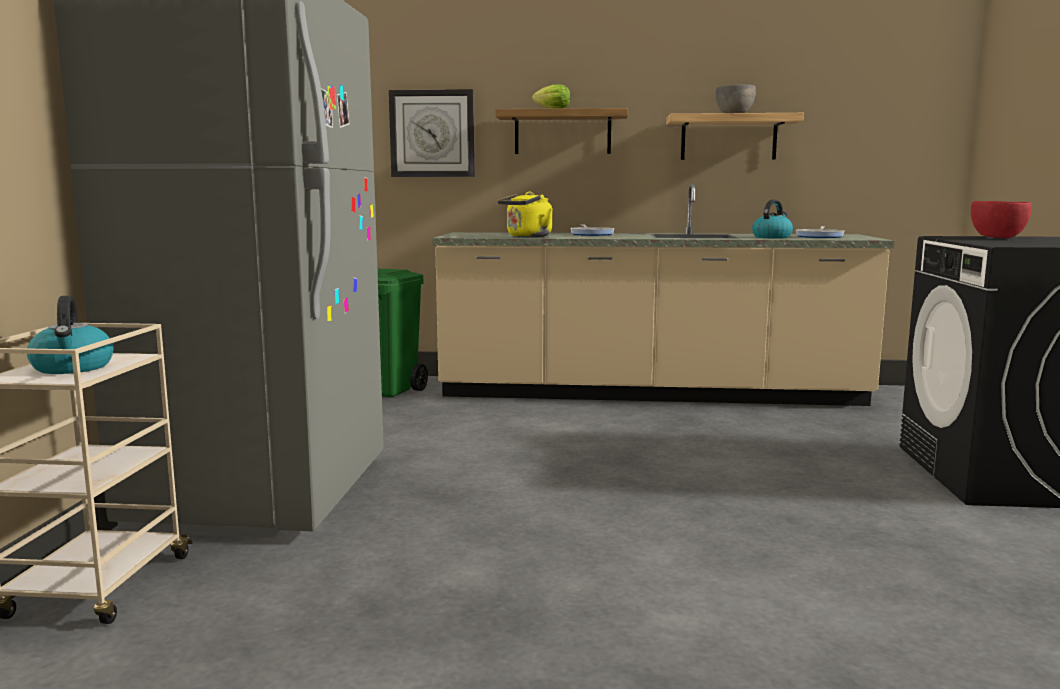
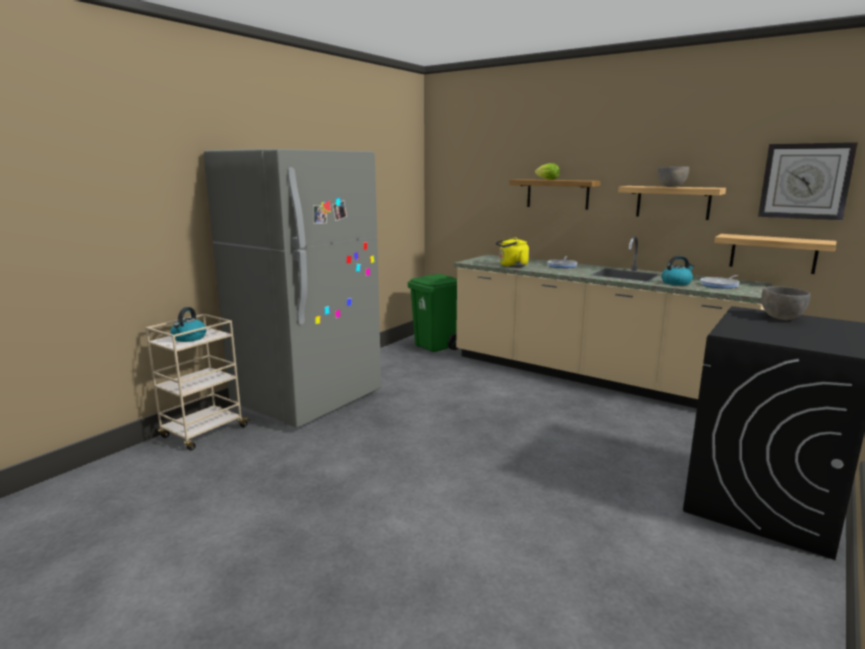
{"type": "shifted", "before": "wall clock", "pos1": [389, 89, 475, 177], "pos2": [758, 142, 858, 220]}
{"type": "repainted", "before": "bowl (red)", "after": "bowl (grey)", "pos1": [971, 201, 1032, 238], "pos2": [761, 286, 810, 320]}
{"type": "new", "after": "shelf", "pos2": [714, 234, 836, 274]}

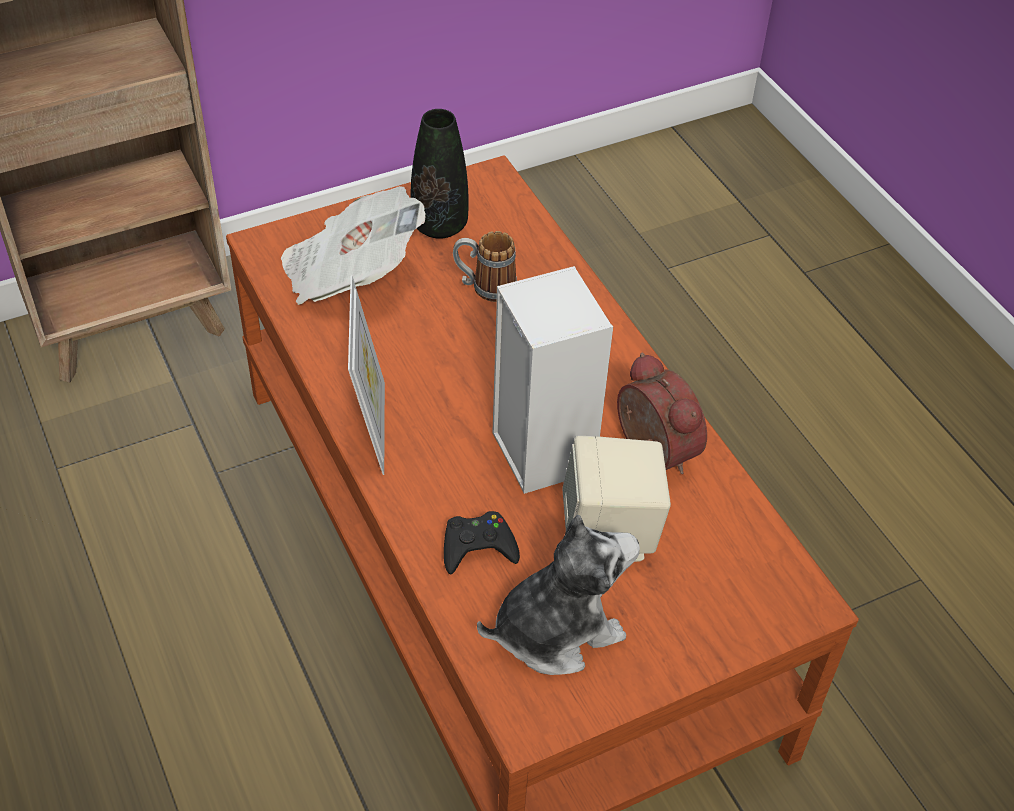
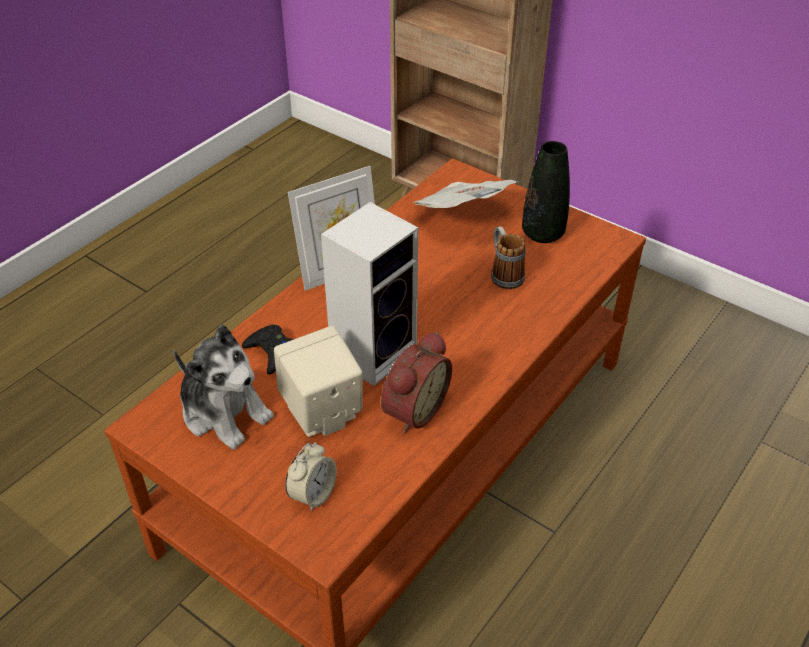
{"type": "new", "after": "alarm clock", "pos2": [285, 443, 337, 512]}

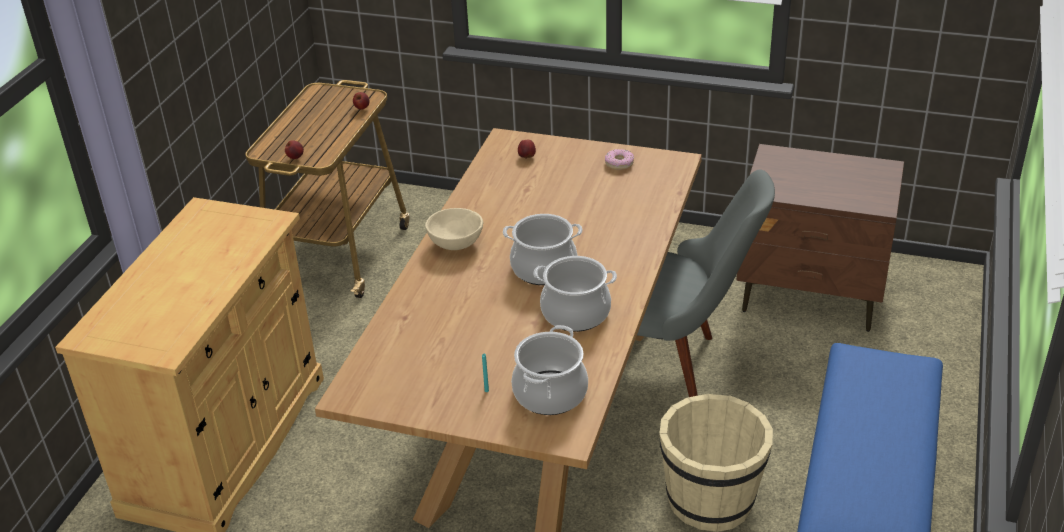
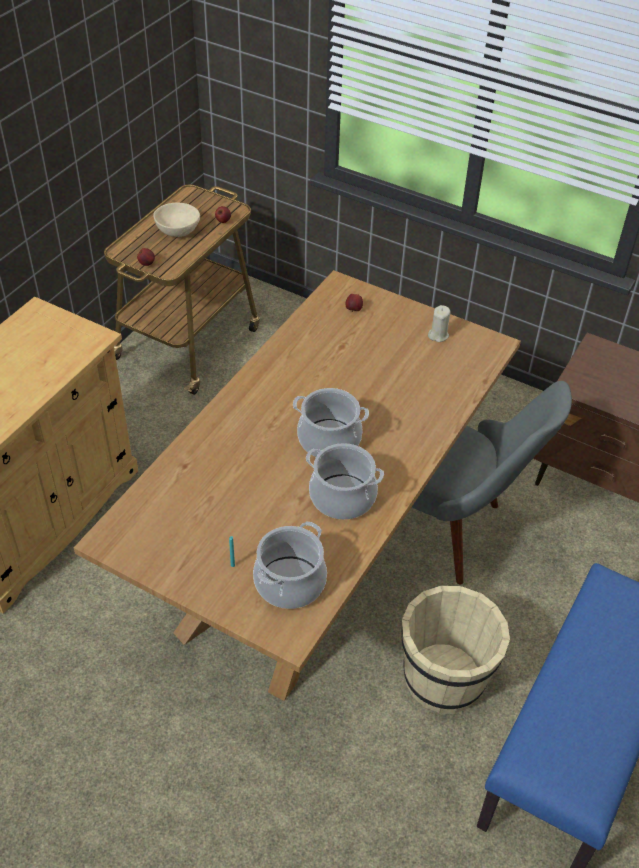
{"type": "swapped", "before": "donut", "after": "candle (beige)", "pos1": [605, 149, 634, 170], "pos2": [428, 305, 450, 342]}
{"type": "shifted", "before": "bowl (beige)", "pos1": [425, 208, 483, 250], "pos2": [153, 203, 200, 237]}

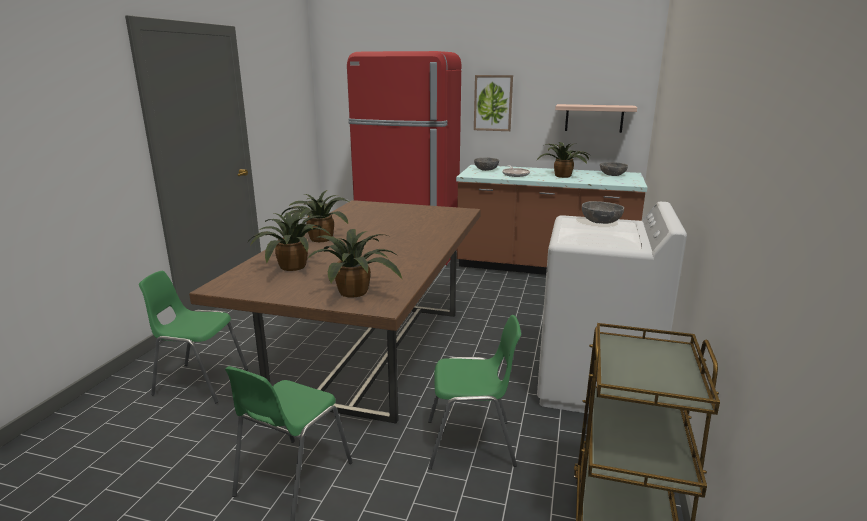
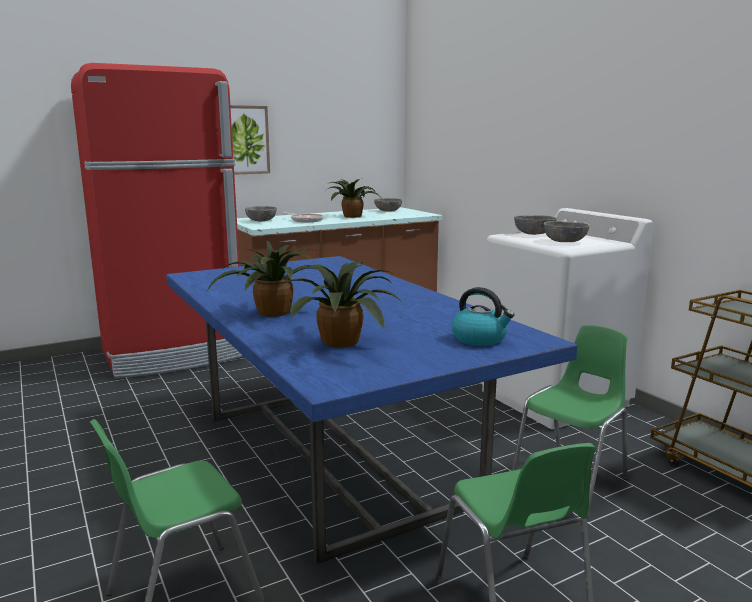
{"type": "gone", "before": "shelf", "pos1": [555, 104, 637, 133]}
{"type": "repainted", "before": "dining table (brown)", "after": "dining table (blue)", "pos1": [189, 200, 481, 424], "pos2": [166, 256, 577, 564]}
{"type": "swapped", "before": "potted plant", "after": "kettle", "pos1": [308, 229, 402, 298], "pos2": [451, 287, 514, 346]}
{"type": "new", "after": "bowl (grey)", "pos2": [544, 221, 589, 242]}

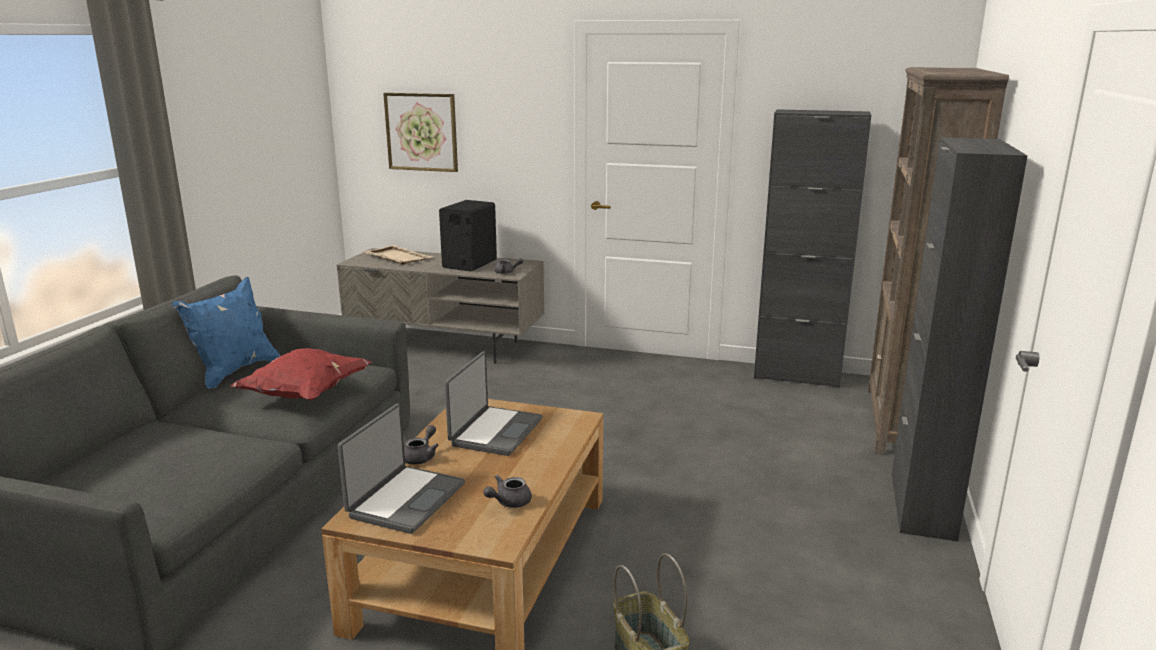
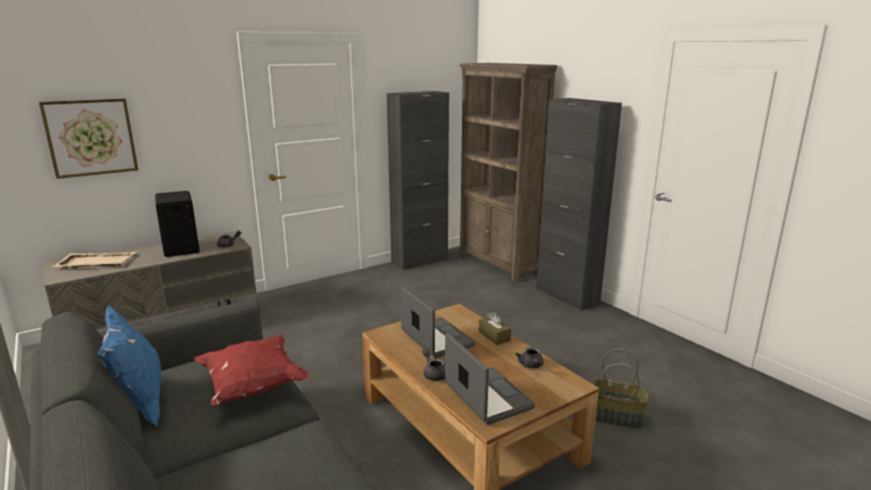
{"type": "new", "after": "tissue box (brown)", "pos2": [479, 312, 511, 345]}

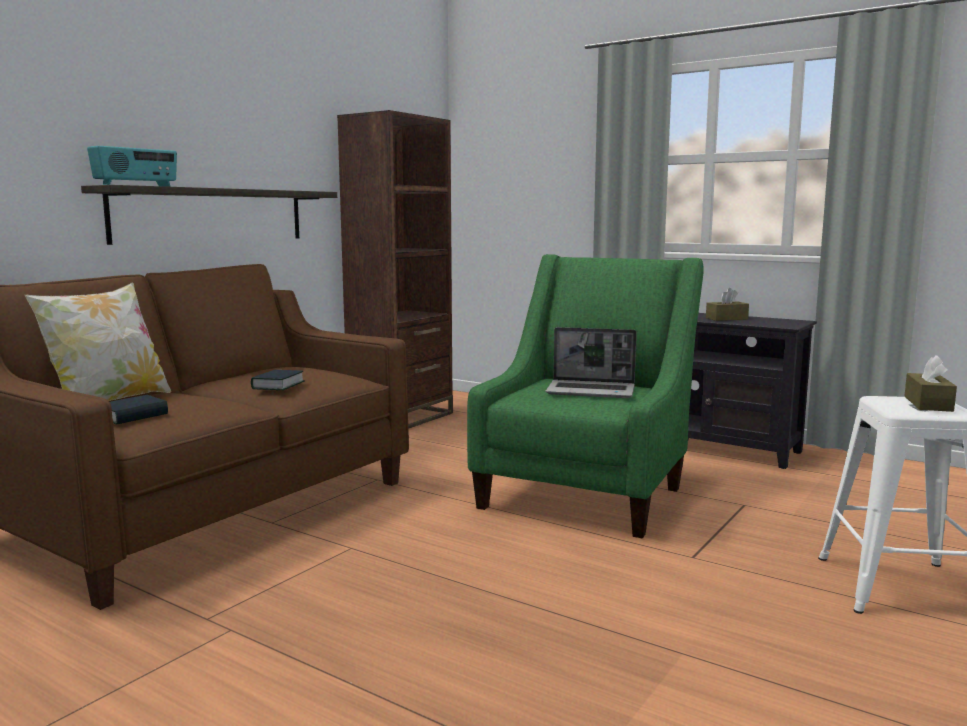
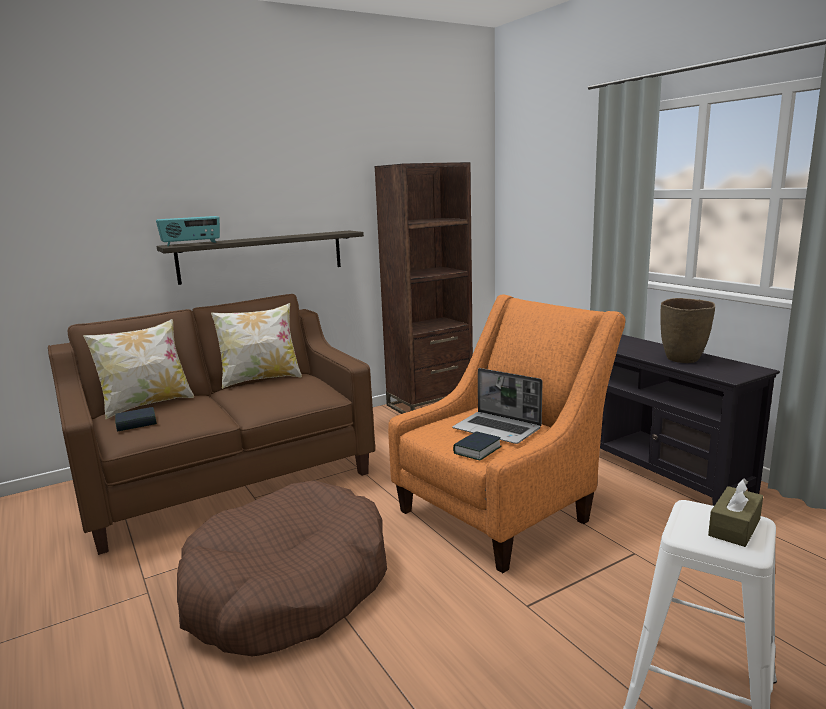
{"type": "repainted", "before": "armchair (green)", "after": "armchair (orange)", "pos1": [467, 254, 704, 538], "pos2": [388, 295, 625, 573]}
{"type": "swapped", "before": "tissue box (brown)", "after": "vase (brown)", "pos1": [706, 288, 749, 321], "pos2": [660, 298, 715, 363]}
{"type": "shifted", "before": "book", "pos1": [251, 370, 305, 390], "pos2": [453, 431, 502, 460]}
{"type": "new", "after": "pillow", "pos2": [211, 303, 302, 389]}
{"type": "new", "after": "dog bed (brown)", "pos2": [177, 480, 387, 657]}

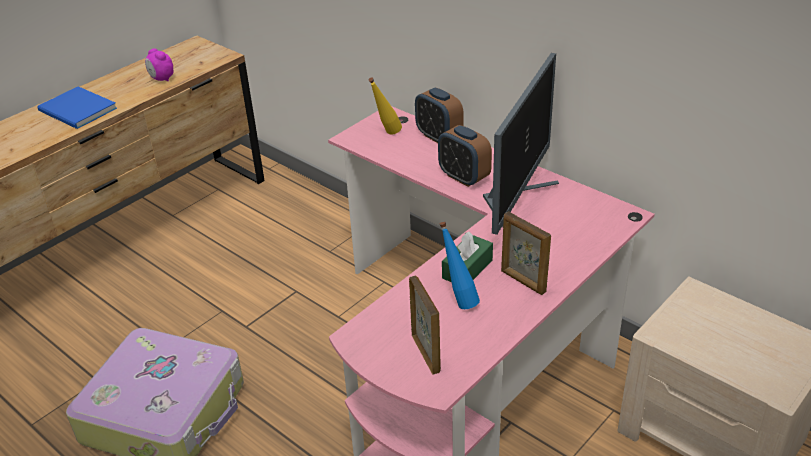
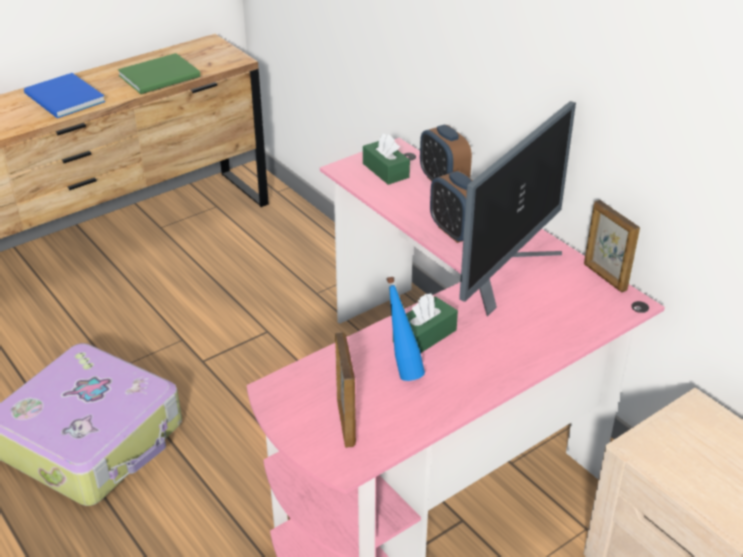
{"type": "swapped", "before": "alarm clock", "after": "book (green)", "pos1": [145, 48, 173, 81], "pos2": [118, 53, 200, 94]}
{"type": "swapped", "before": "bottle (yellow)", "after": "tissue box (green)", "pos1": [368, 78, 402, 135], "pos2": [363, 134, 410, 185]}
{"type": "shifted", "before": "picture frame", "pos1": [501, 211, 551, 295], "pos2": [584, 200, 640, 292]}

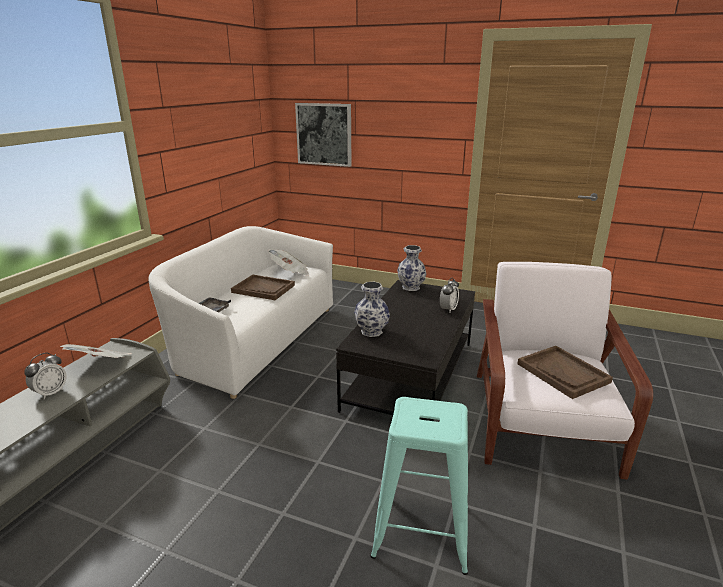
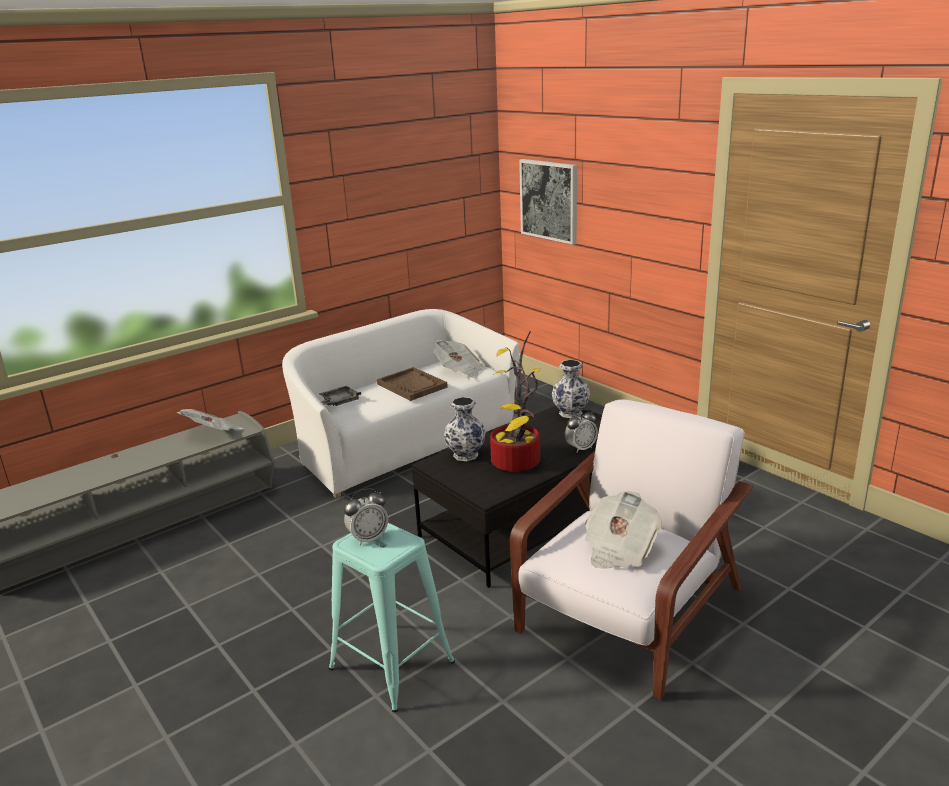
{"type": "swapped", "before": "tray (brown)", "after": "newspaper", "pos1": [518, 346, 613, 399], "pos2": [585, 491, 662, 569]}
{"type": "shifted", "before": "alarm clock", "pos1": [24, 353, 67, 400], "pos2": [344, 488, 388, 546]}
{"type": "new", "after": "potted plant", "pos2": [490, 331, 541, 471]}

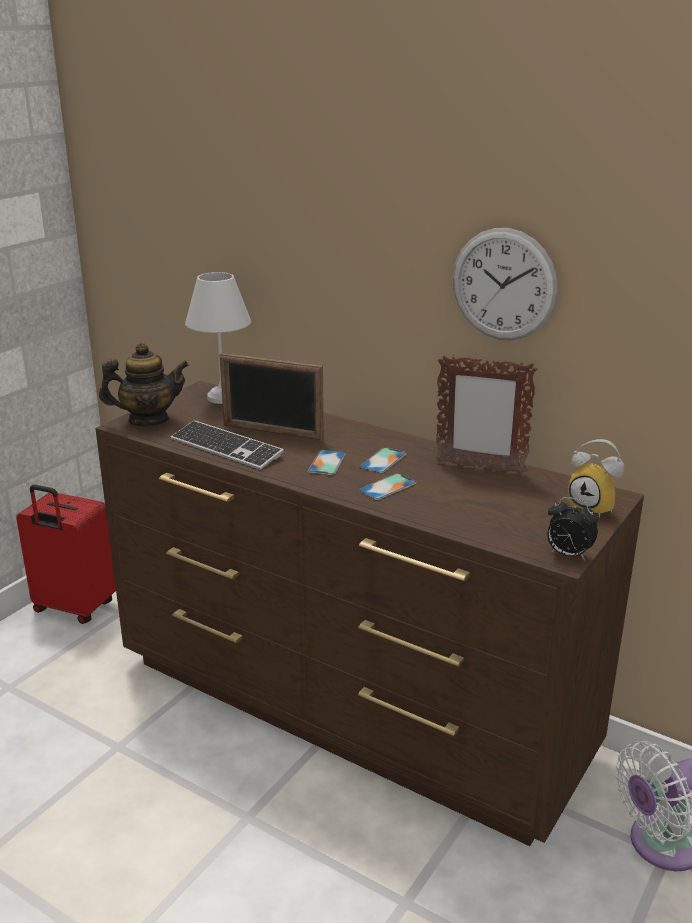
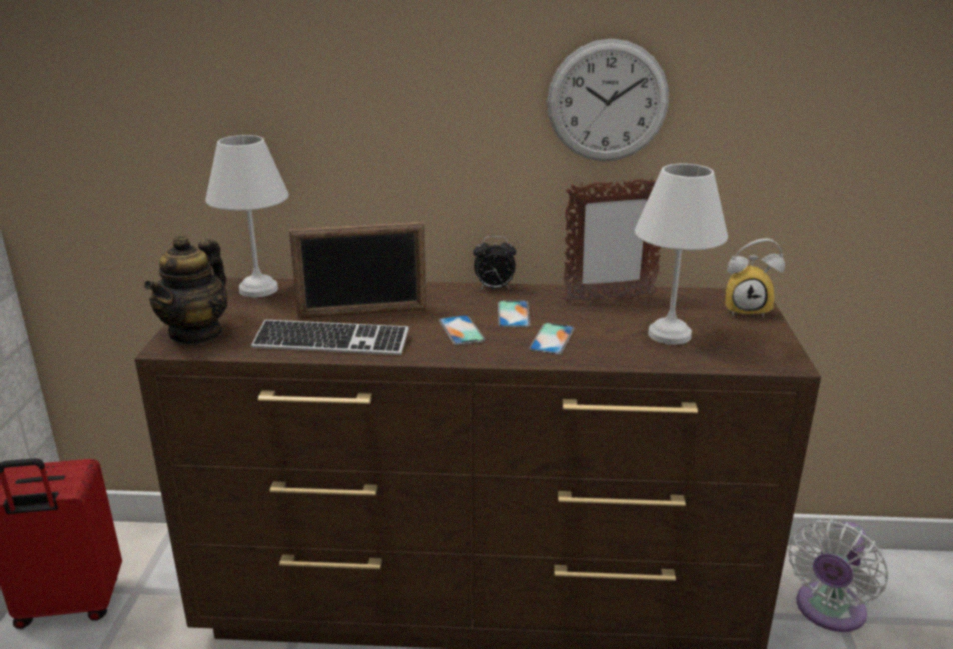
{"type": "rotated", "before": "teapot", "pos1": [99, 342, 189, 426], "pos2": [144, 234, 228, 345], "turn": 150}
{"type": "shifted", "before": "alarm clock", "pos1": [547, 497, 598, 561], "pos2": [473, 236, 516, 290]}
{"type": "new", "after": "table lamp (white)", "pos2": [635, 164, 728, 345]}

